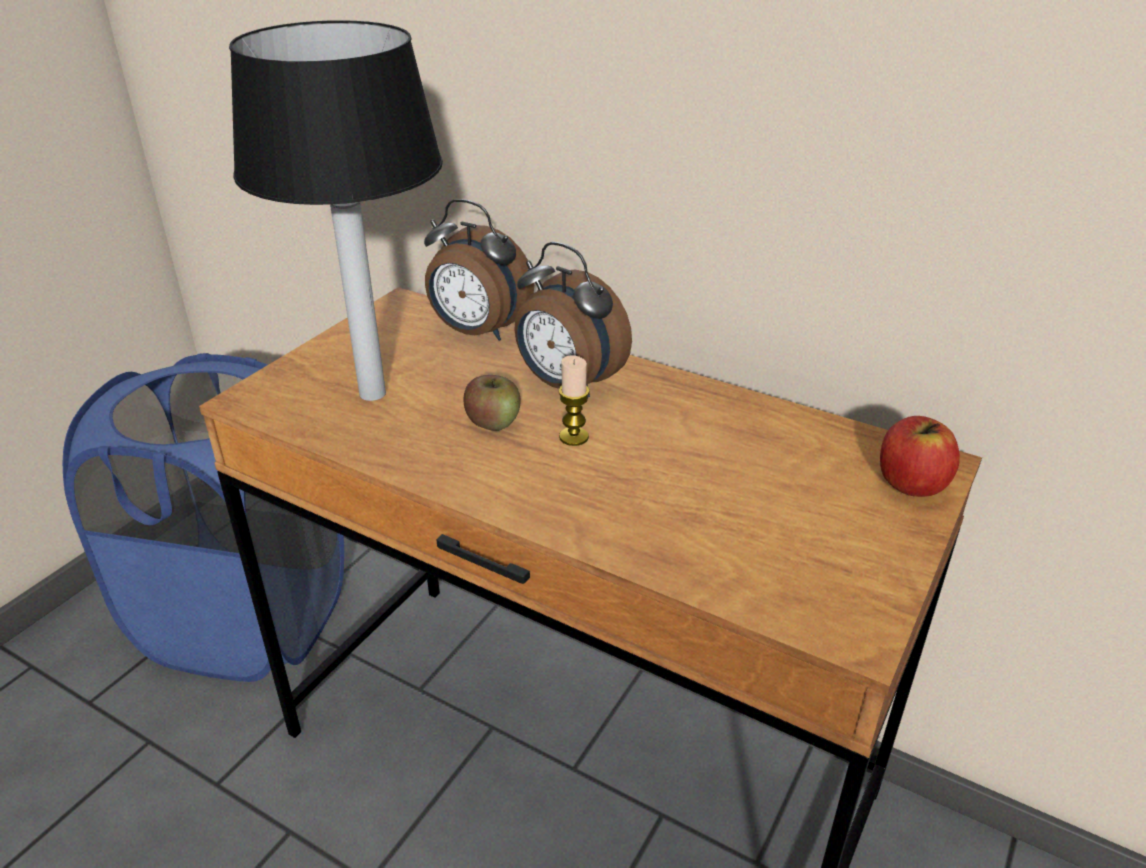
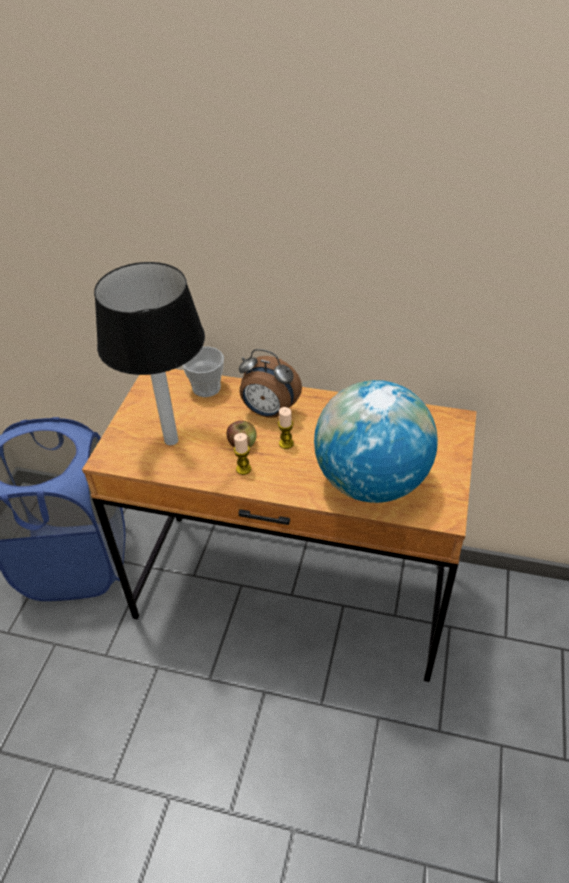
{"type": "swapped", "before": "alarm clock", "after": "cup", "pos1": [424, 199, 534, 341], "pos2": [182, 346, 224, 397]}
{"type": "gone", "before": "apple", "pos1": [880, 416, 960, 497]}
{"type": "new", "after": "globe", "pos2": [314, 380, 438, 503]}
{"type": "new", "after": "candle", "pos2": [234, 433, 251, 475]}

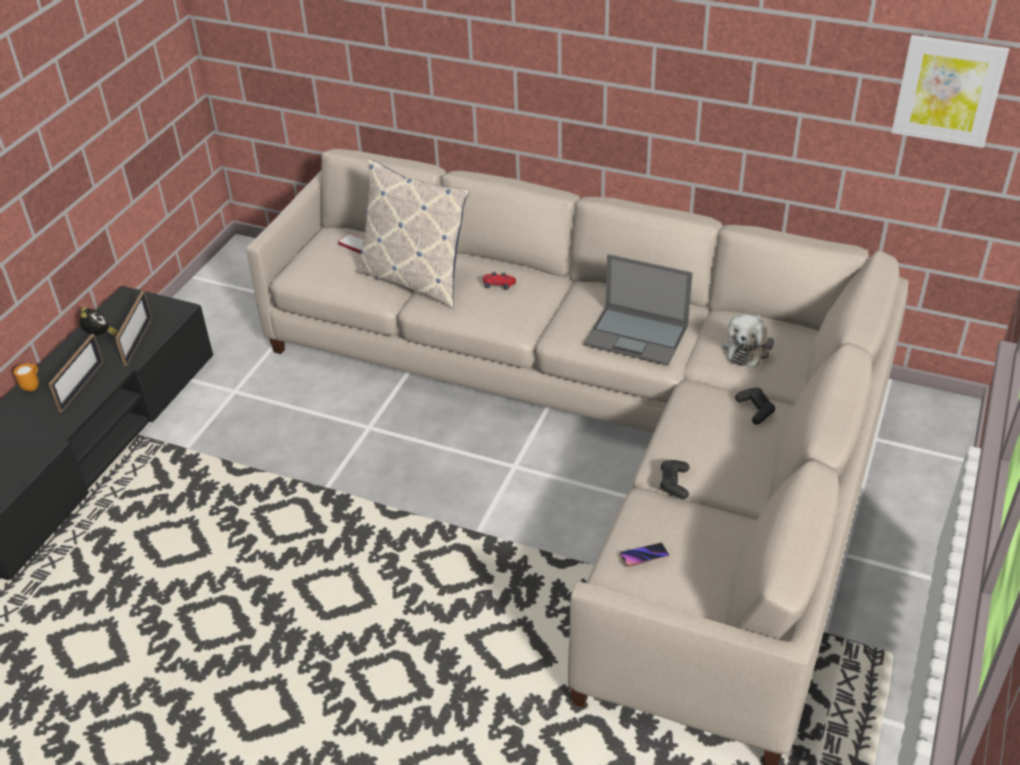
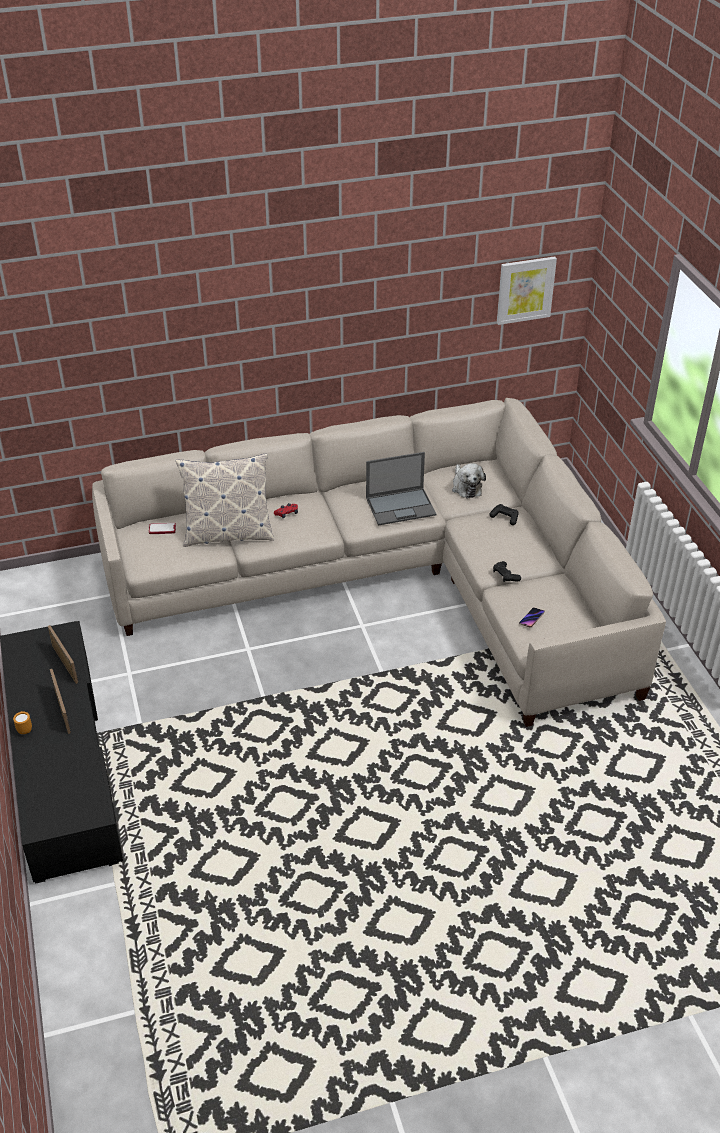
{"type": "gone", "before": "alarm clock", "pos1": [80, 307, 118, 336]}

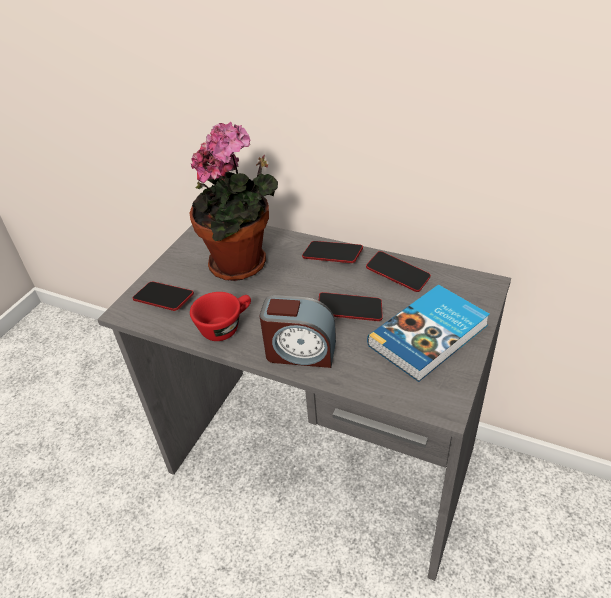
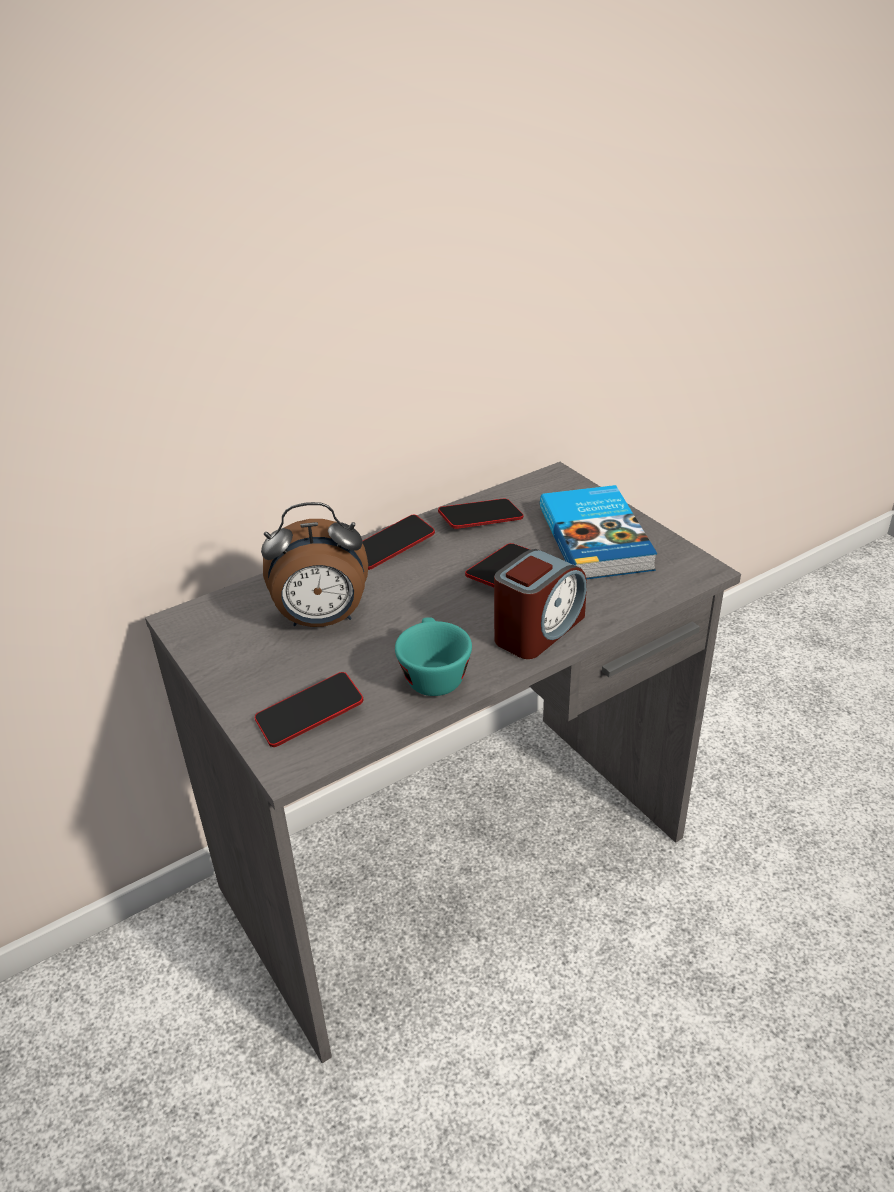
{"type": "swapped", "before": "potted plant", "after": "alarm clock", "pos1": [189, 122, 278, 281], "pos2": [261, 502, 368, 627]}
{"type": "repainted", "before": "cup (red)", "after": "cup (turquoise)", "pos1": [190, 292, 251, 341], "pos2": [395, 617, 472, 696]}

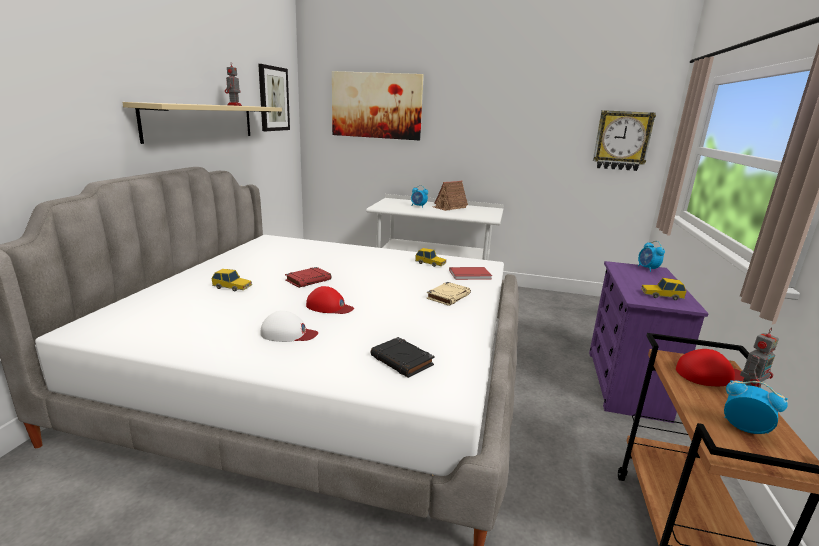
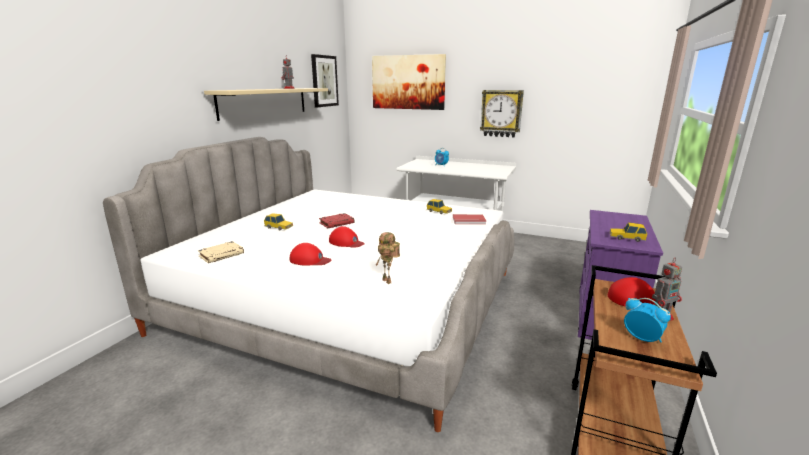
{"type": "shifted", "before": "wall clock", "pos1": [593, 110, 656, 171], "pos2": [480, 90, 524, 137]}
{"type": "gone", "before": "toy house", "pos1": [433, 181, 468, 211]}
{"type": "gone", "before": "alarm clock", "pos1": [638, 241, 665, 272]}
{"type": "shifted", "before": "book (beige)", "pos1": [426, 282, 471, 306], "pos2": [198, 241, 244, 263]}
{"type": "repainted", "before": "cap (white)", "after": "cap (red)", "pos1": [260, 311, 318, 342], "pos2": [290, 243, 331, 266]}
{"type": "swapped", "before": "book (black)", "after": "toy robot", "pos1": [370, 337, 435, 378], "pos2": [375, 232, 400, 284]}

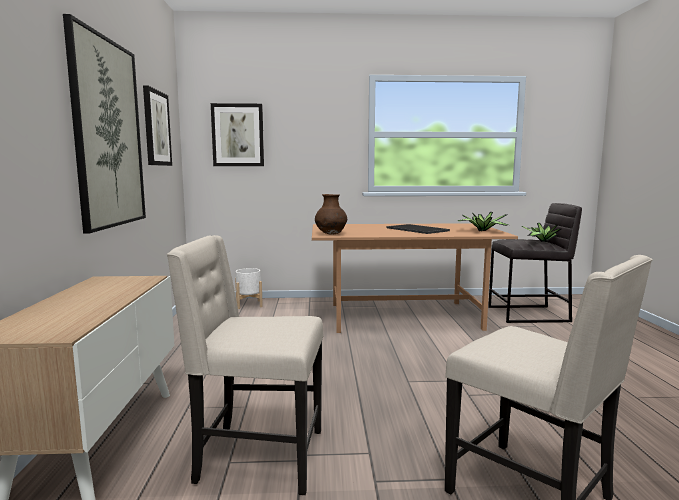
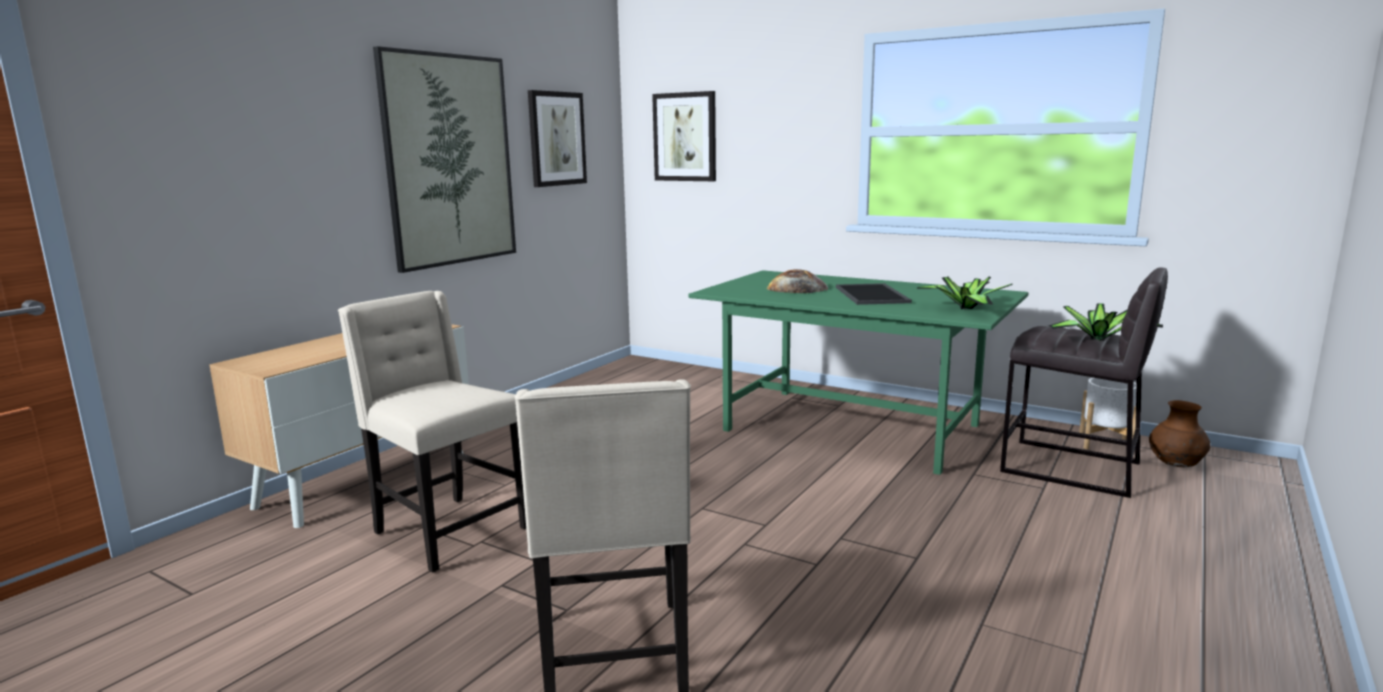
{"type": "shifted", "before": "vase (brown)", "pos1": [315, 194, 347, 235], "pos2": [1149, 400, 1211, 467]}
{"type": "repainted", "before": "dining table (brown)", "after": "dining table (green)", "pos1": [312, 223, 518, 333], "pos2": [688, 270, 1029, 475]}
{"type": "shifted", "before": "planter (white)", "pos1": [235, 268, 263, 309], "pos2": [1079, 378, 1137, 449]}
{"type": "new", "after": "bread", "pos2": [767, 269, 829, 293]}

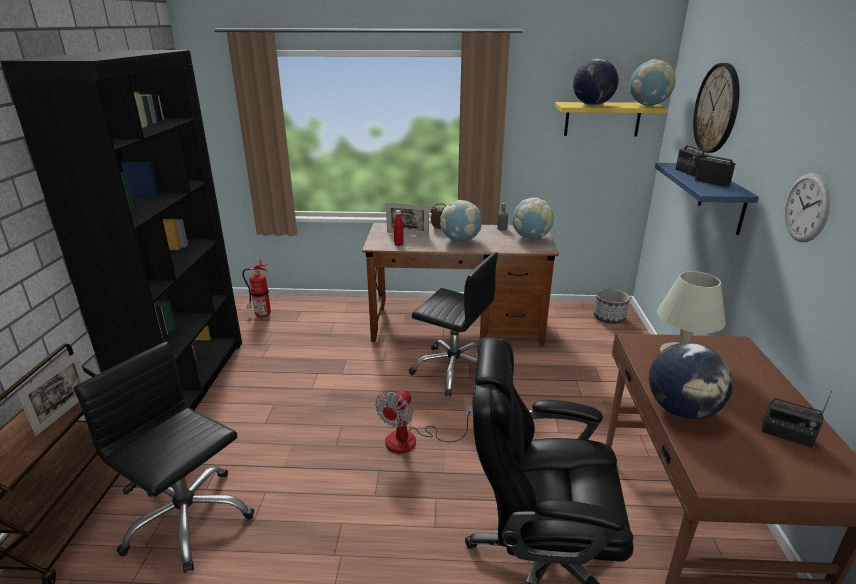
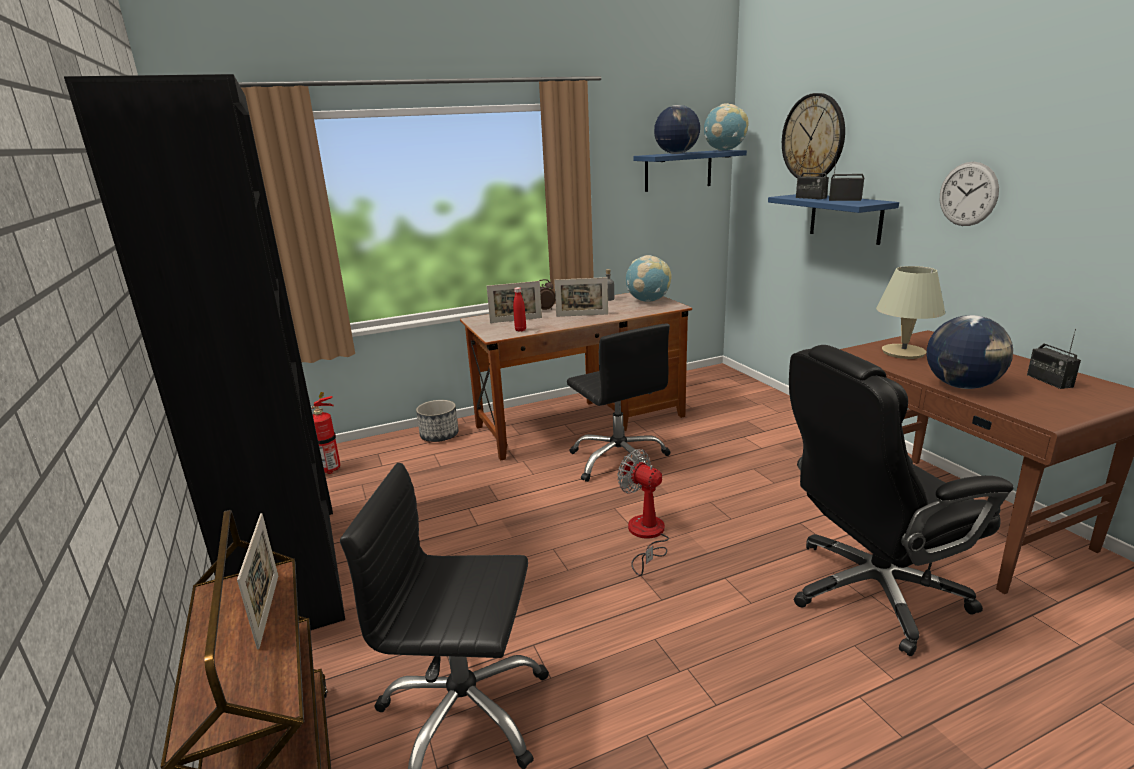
{"type": "repainted", "before": "shelf (yellow)", "after": "shelf (blue)", "pos1": [555, 102, 668, 137], "pos2": [633, 150, 747, 192]}
{"type": "swapped", "before": "globe", "after": "picture frame", "pos1": [440, 200, 482, 242], "pos2": [554, 277, 608, 317]}
{"type": "rotated", "before": "office chair (black)", "pos1": [409, 252, 498, 397], "pos2": [567, 324, 670, 482], "turn": 60}
{"type": "shifted", "before": "planter", "pos1": [594, 289, 629, 324], "pos2": [416, 400, 459, 442]}
{"type": "rotated", "before": "fan", "pos1": [375, 389, 473, 453], "pos2": [617, 449, 669, 576], "turn": 135}
{"type": "rotated", "before": "radio", "pos1": [762, 391, 832, 448], "pos2": [1027, 329, 1081, 389], "turn": 75}

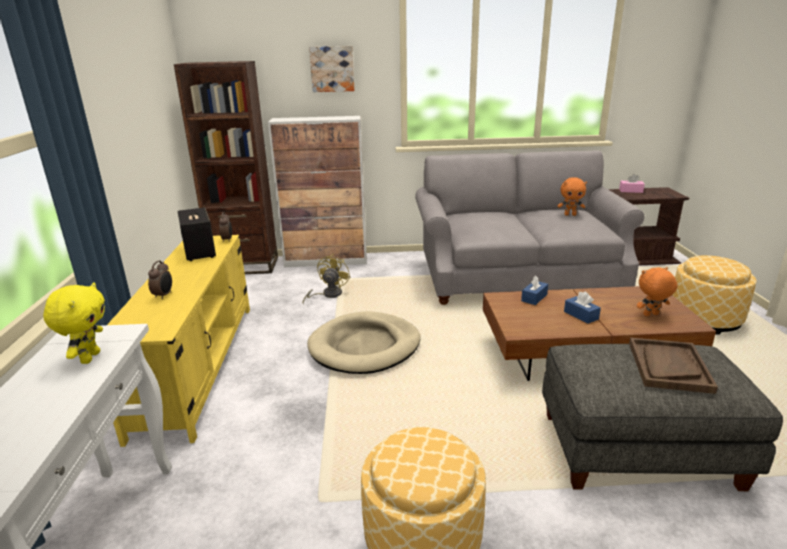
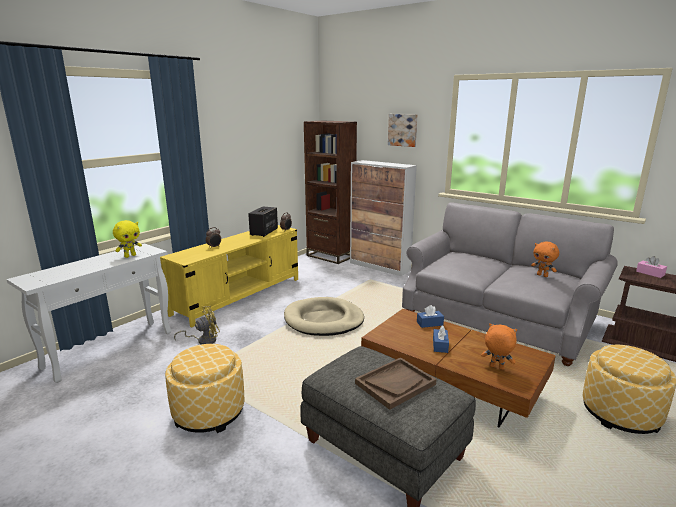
{"type": "shifted", "before": "fan (yellow)", "pos1": [303, 254, 350, 303], "pos2": [174, 306, 220, 344]}

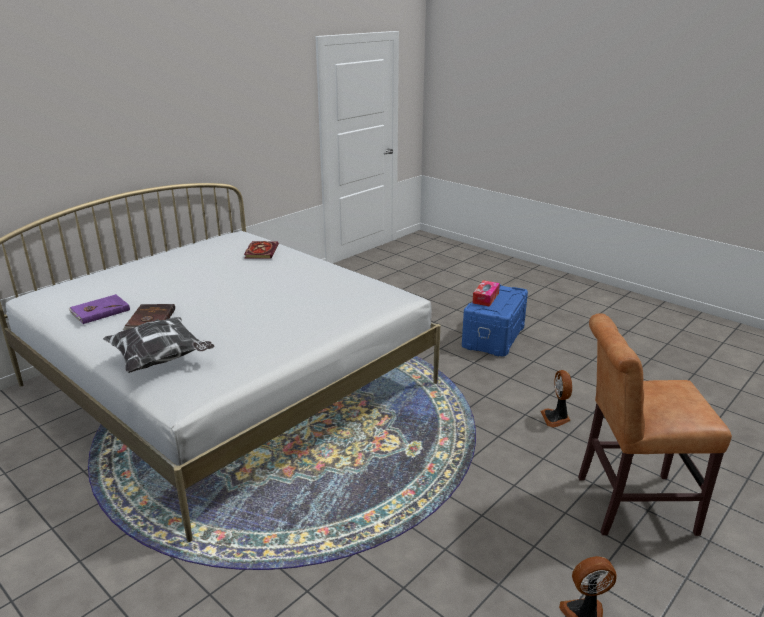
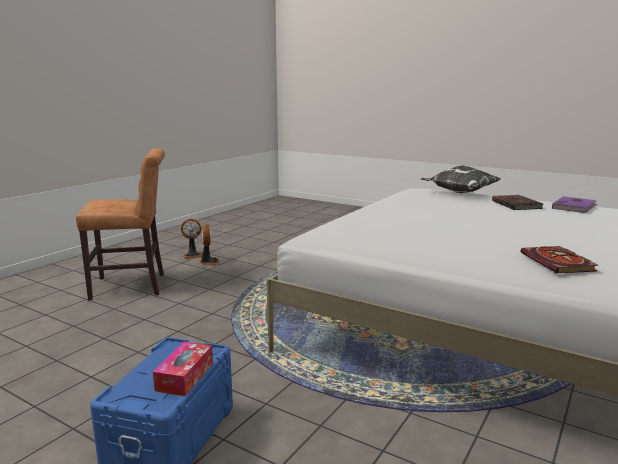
{"type": "shifted", "before": "fan", "pos1": [541, 370, 572, 427], "pos2": [200, 224, 220, 266]}

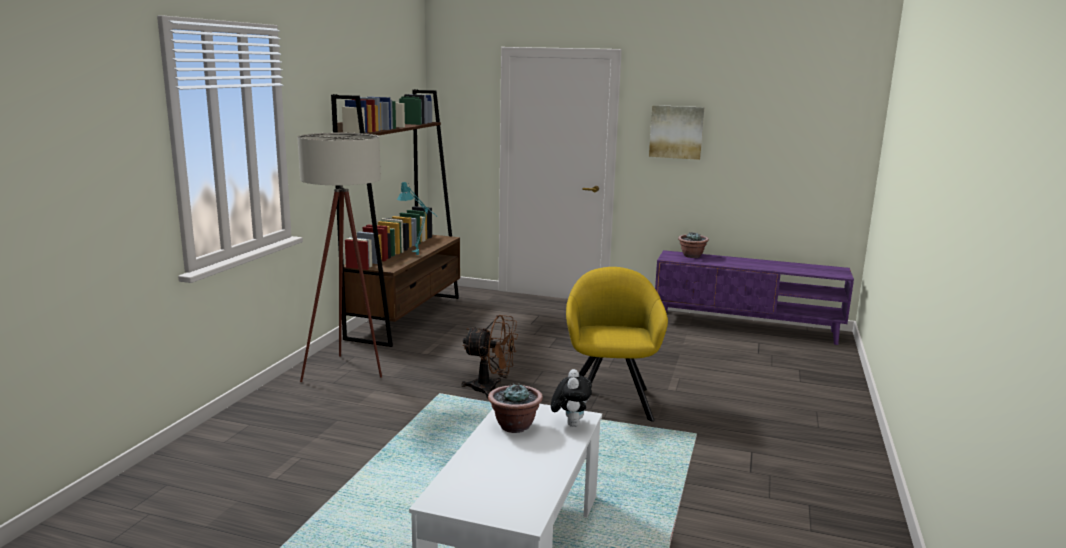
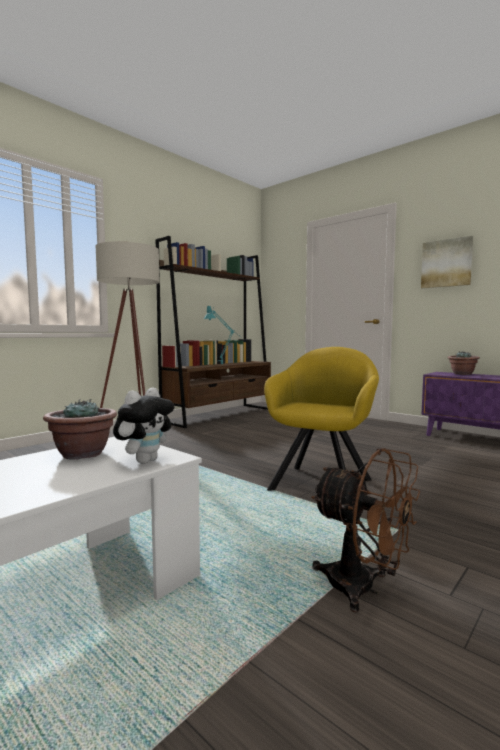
{"type": "shifted", "before": "fan (brown)", "pos1": [462, 315, 518, 398], "pos2": [311, 448, 420, 612]}

